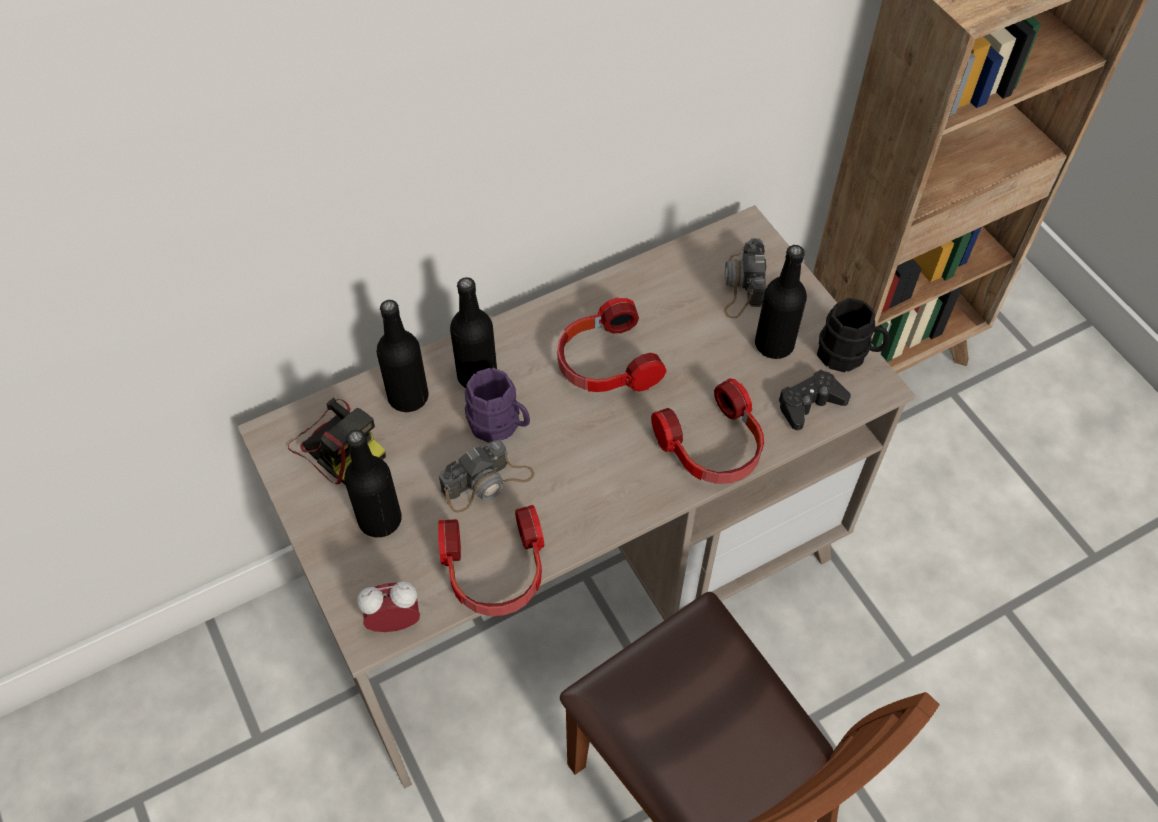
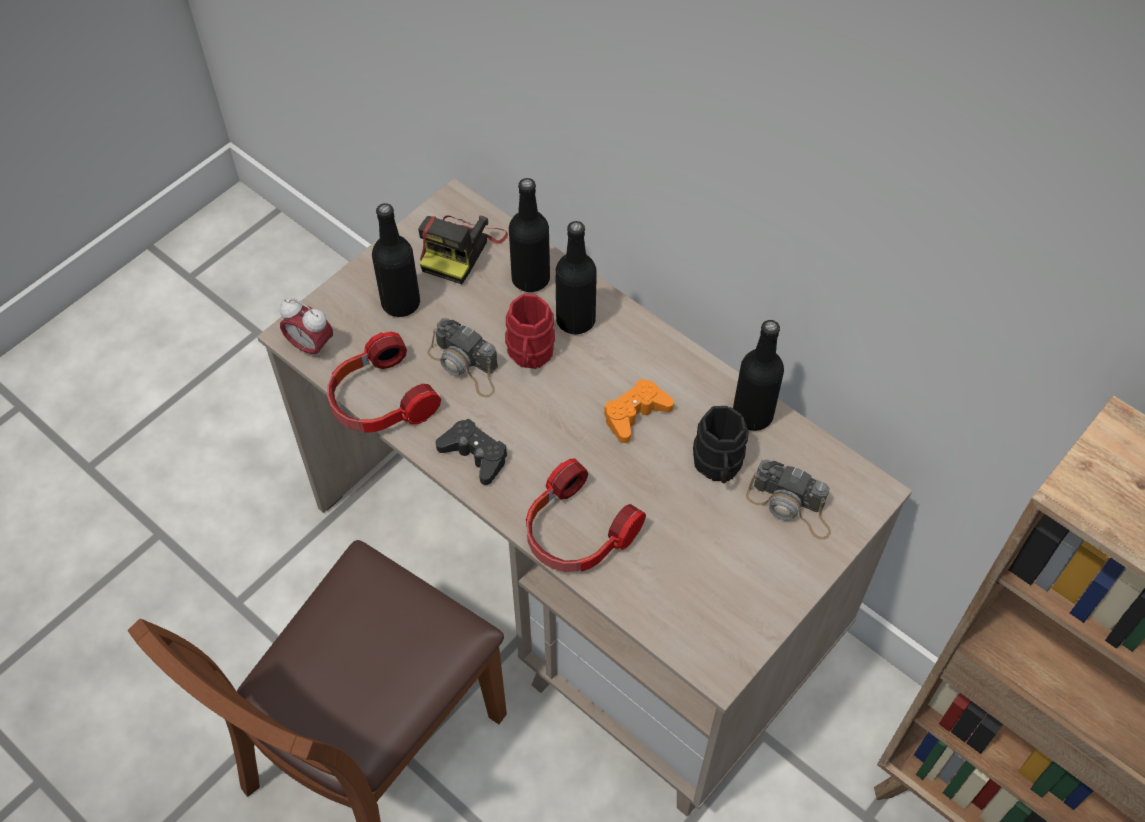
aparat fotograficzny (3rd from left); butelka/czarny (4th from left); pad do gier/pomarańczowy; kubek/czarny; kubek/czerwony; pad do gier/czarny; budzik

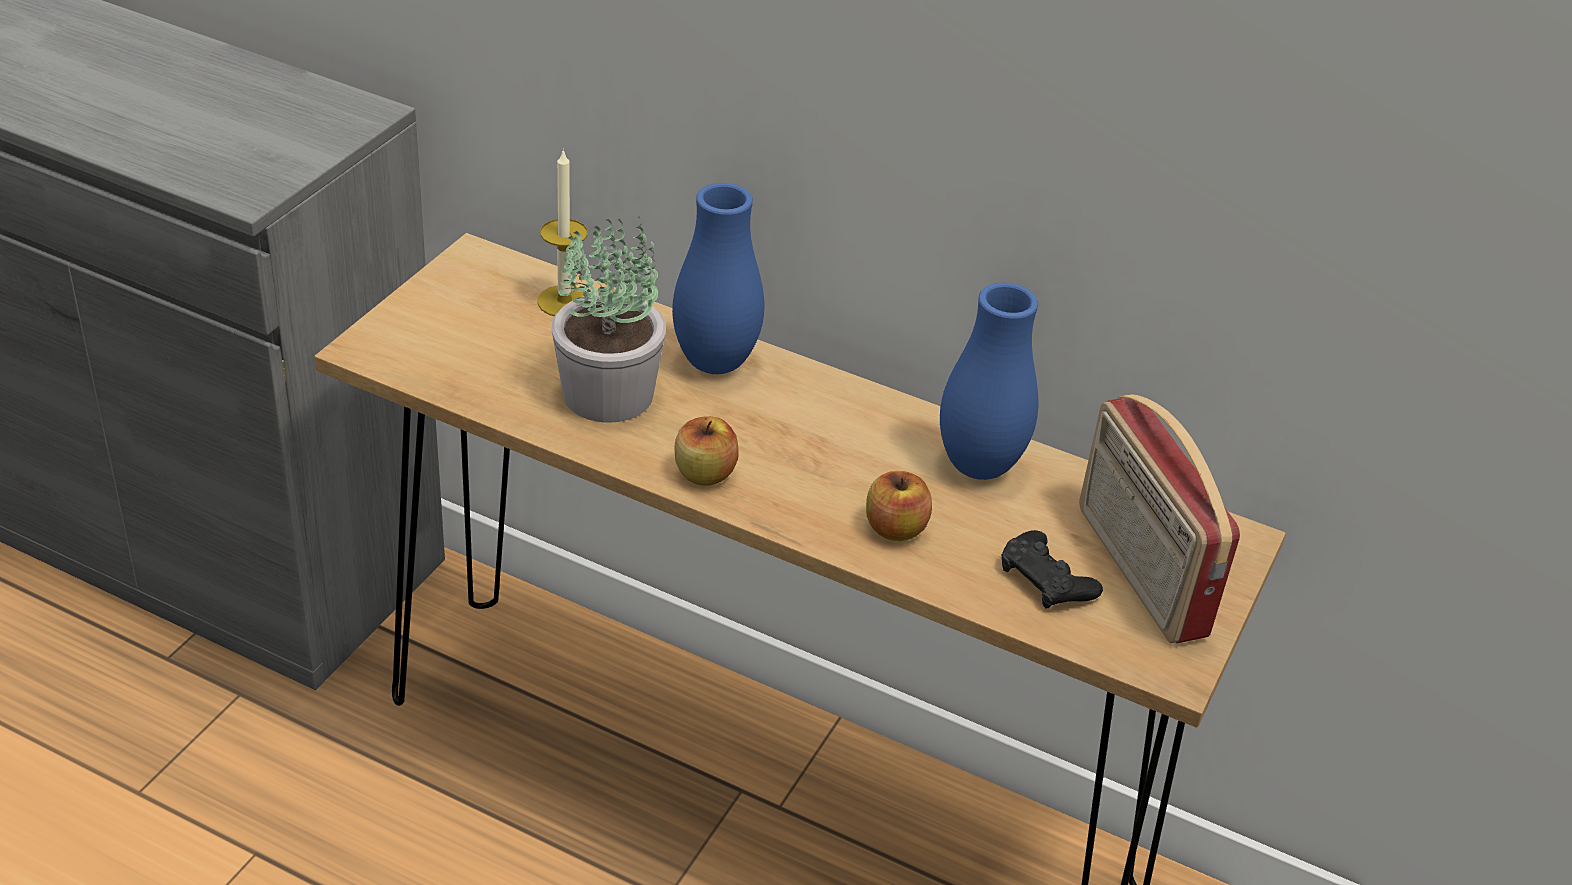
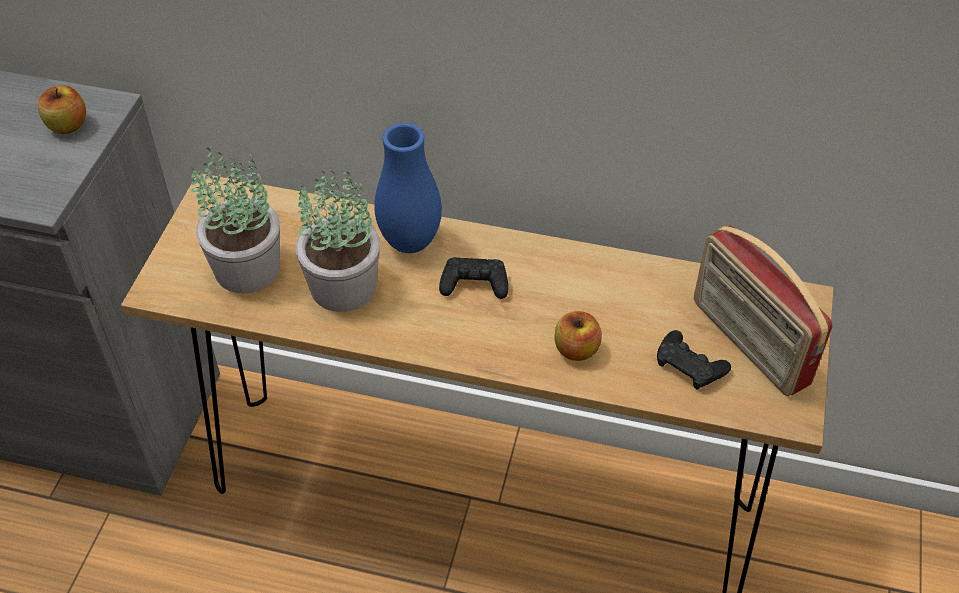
świeca; wazon/niebieski (2nd from left in the first image); jabłko (1st from left); roślina doniczkowa (1st from left); pad do gier/czarny (1st from left)

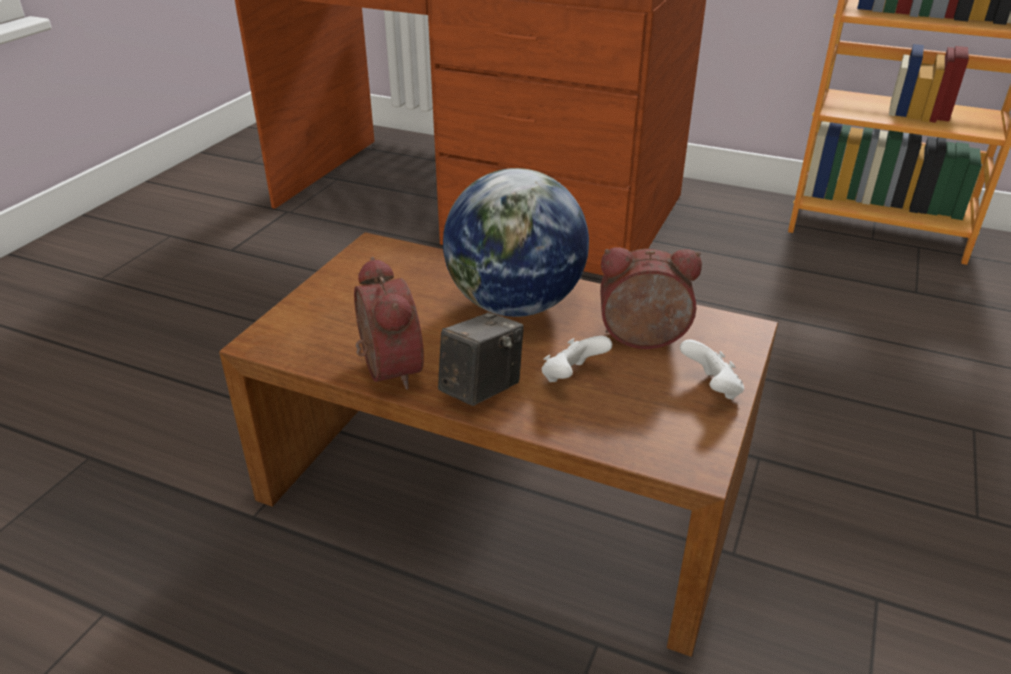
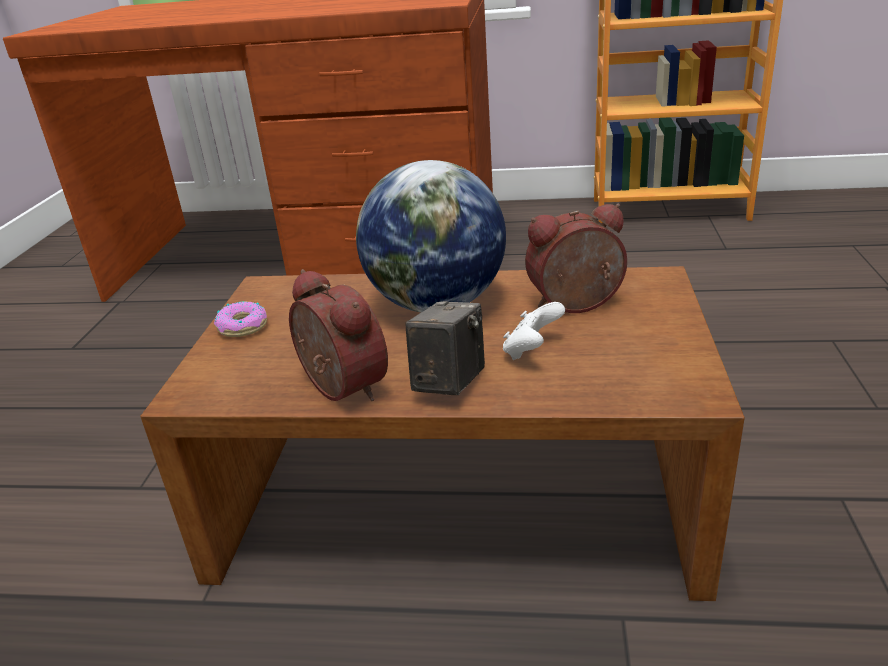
pad do gier/biały (2nd from left in the first image); donut

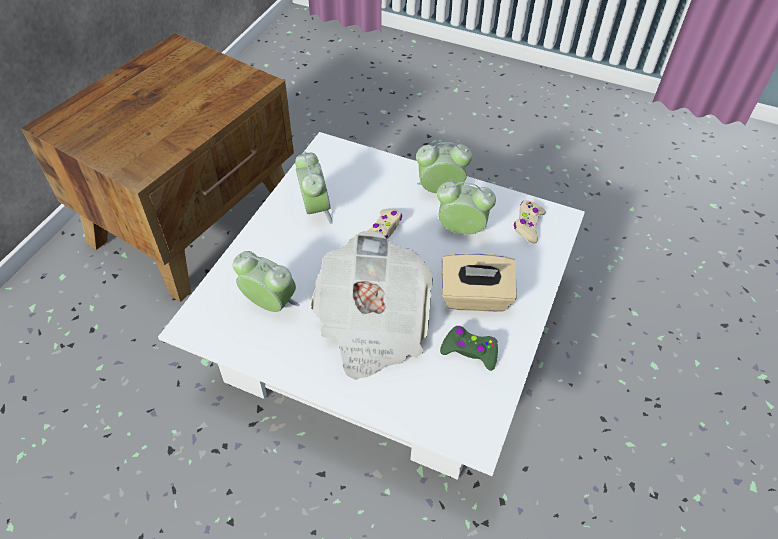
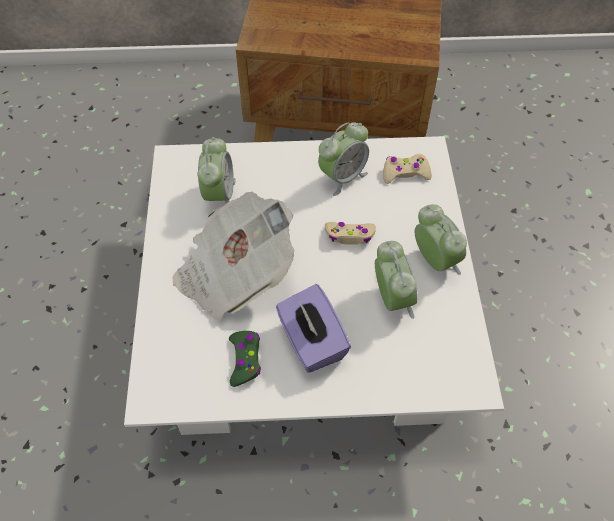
pad do gier/beżowy (2nd from left); pudełko chusteczek/fioletowy

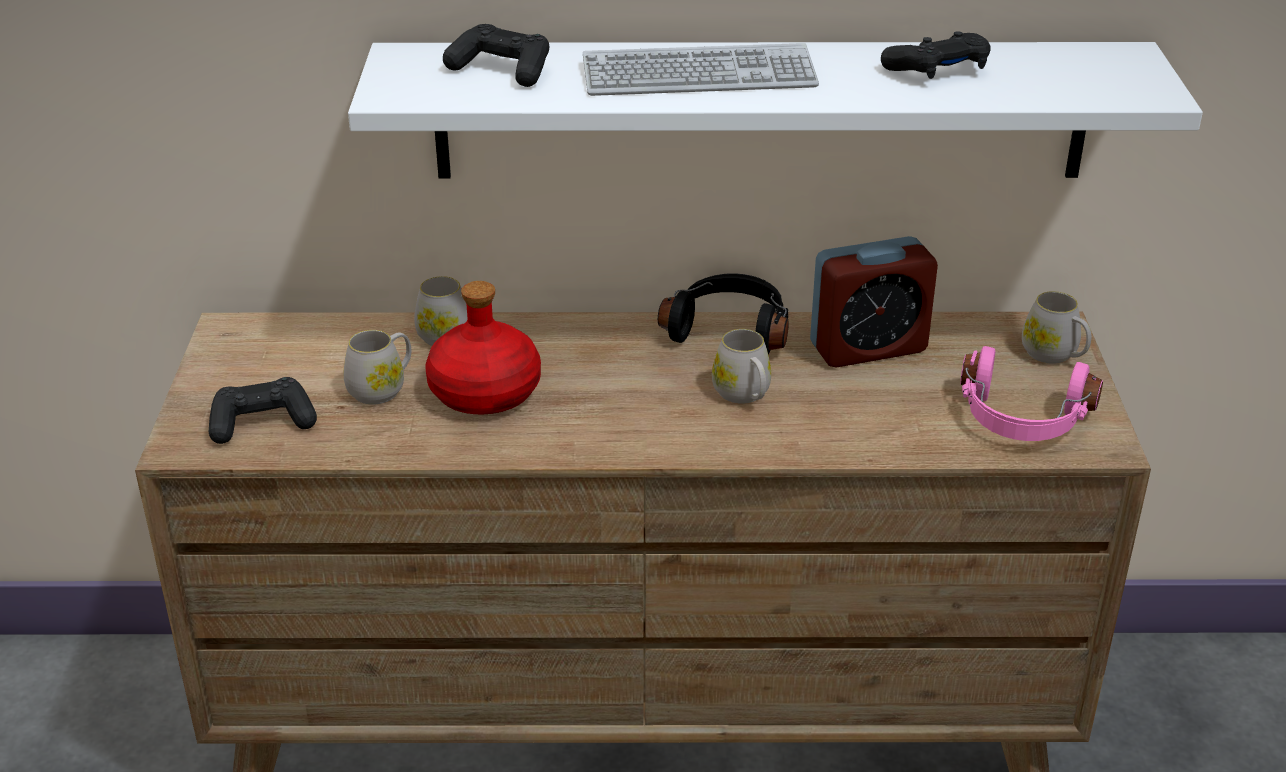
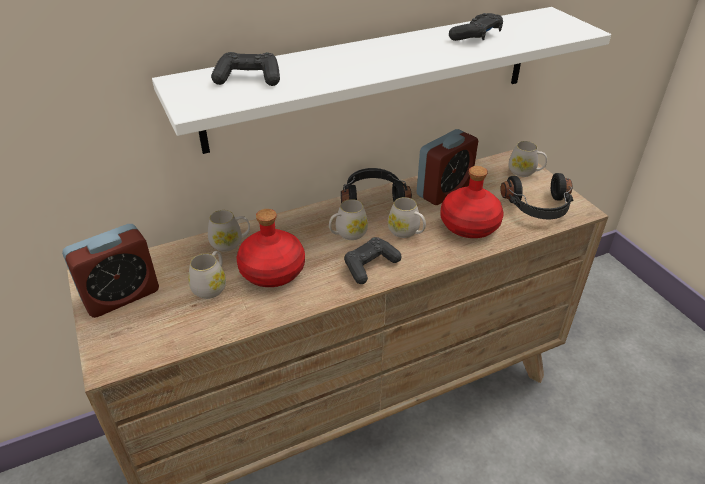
klawiatura; słuchawki/czarny (2nd from left); pad do gier/czarny (2nd from left); butelka/czerwony (2nd from left); kubek/biały (3rd from left); budzik (1st from left)

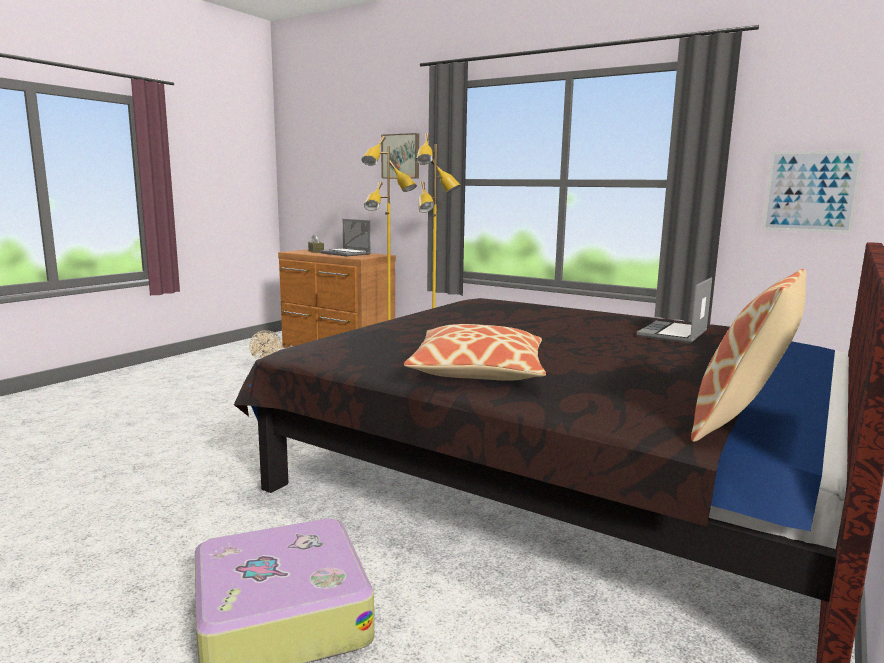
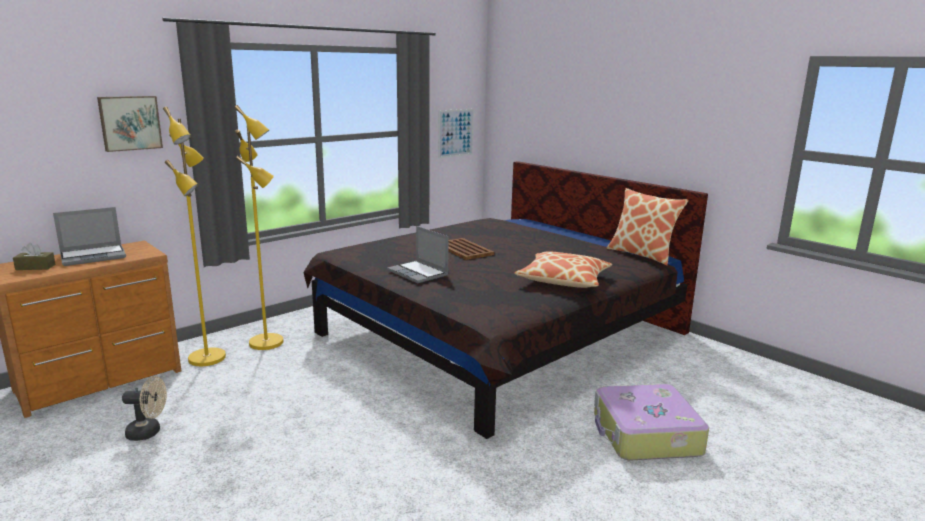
laptop (2nd from left); taca/brązowy

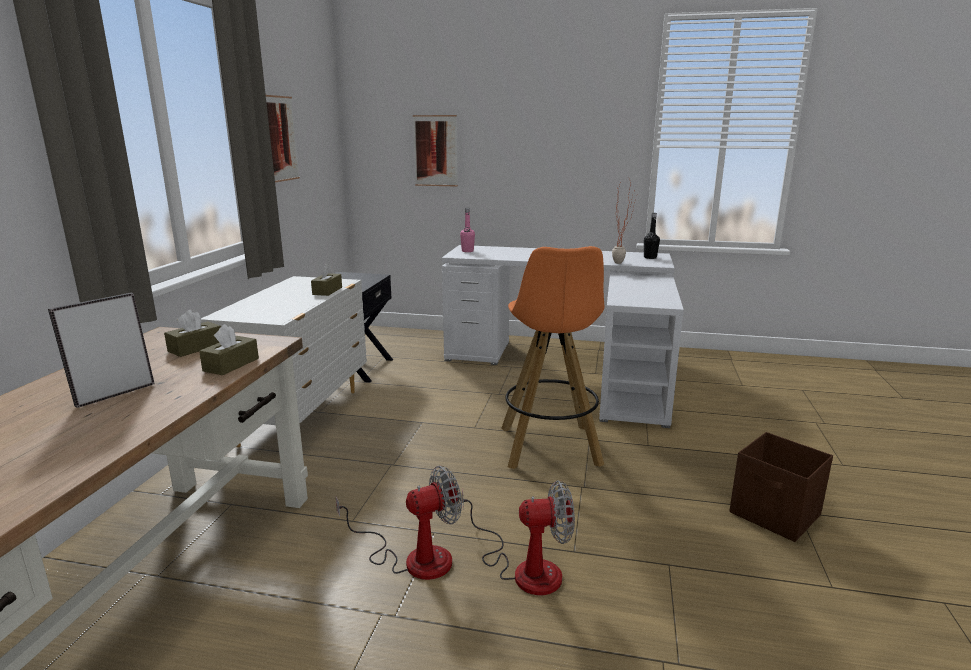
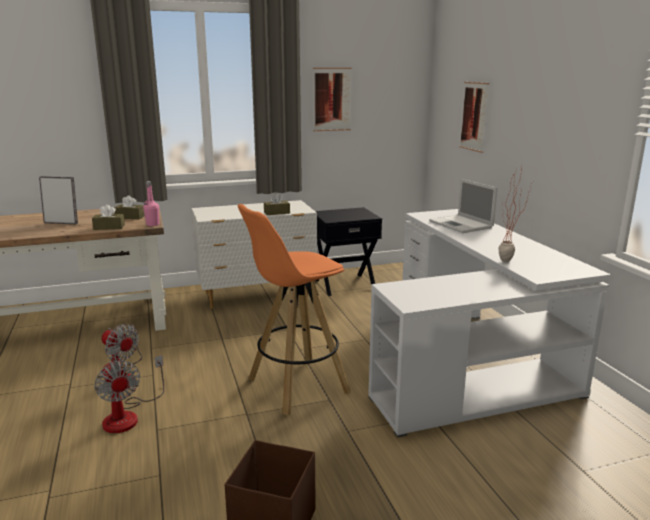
butelka/różowy; butelka/czarny; laptop

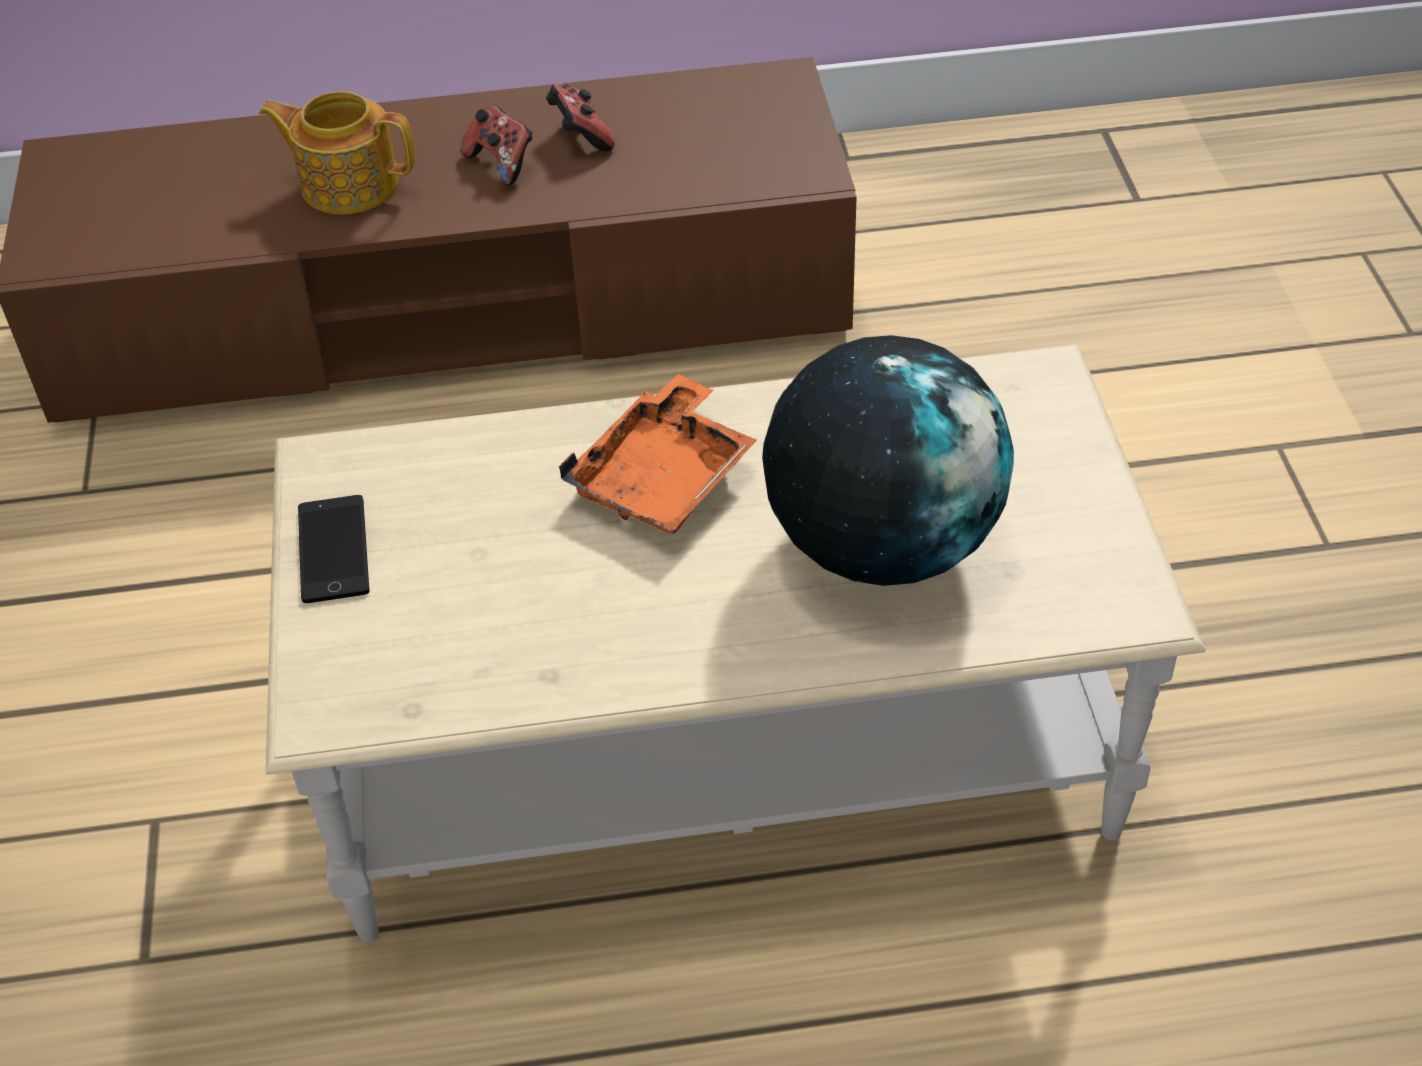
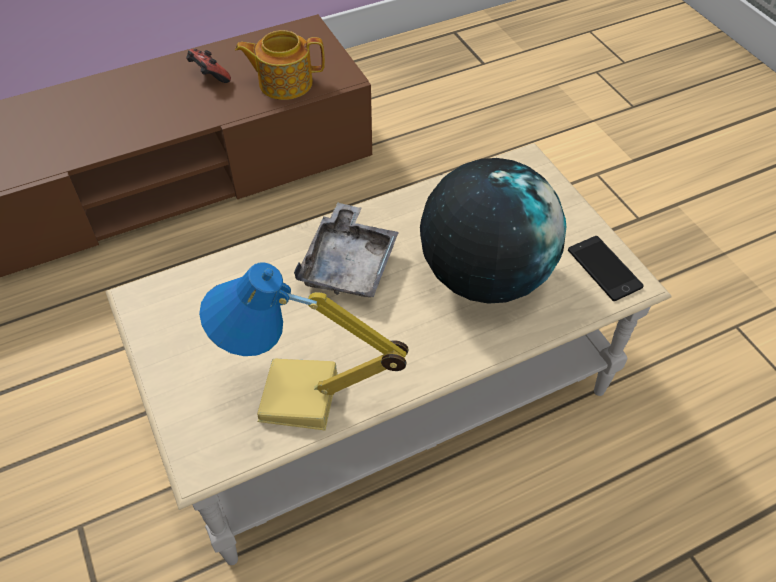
imbryk; pad do gier (1st from left in the first image); taca/szary; telefon; lampa stołowa

